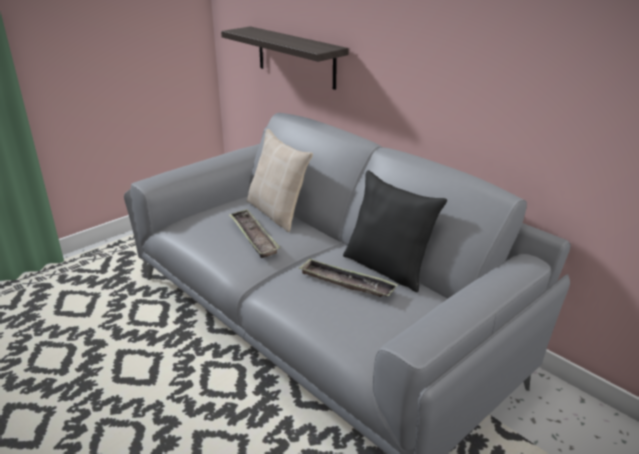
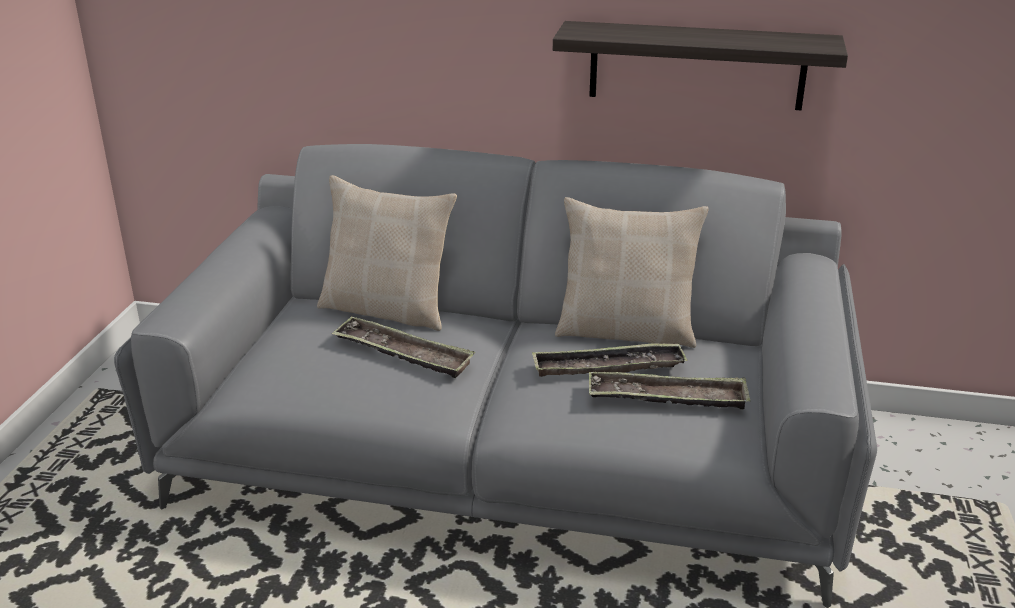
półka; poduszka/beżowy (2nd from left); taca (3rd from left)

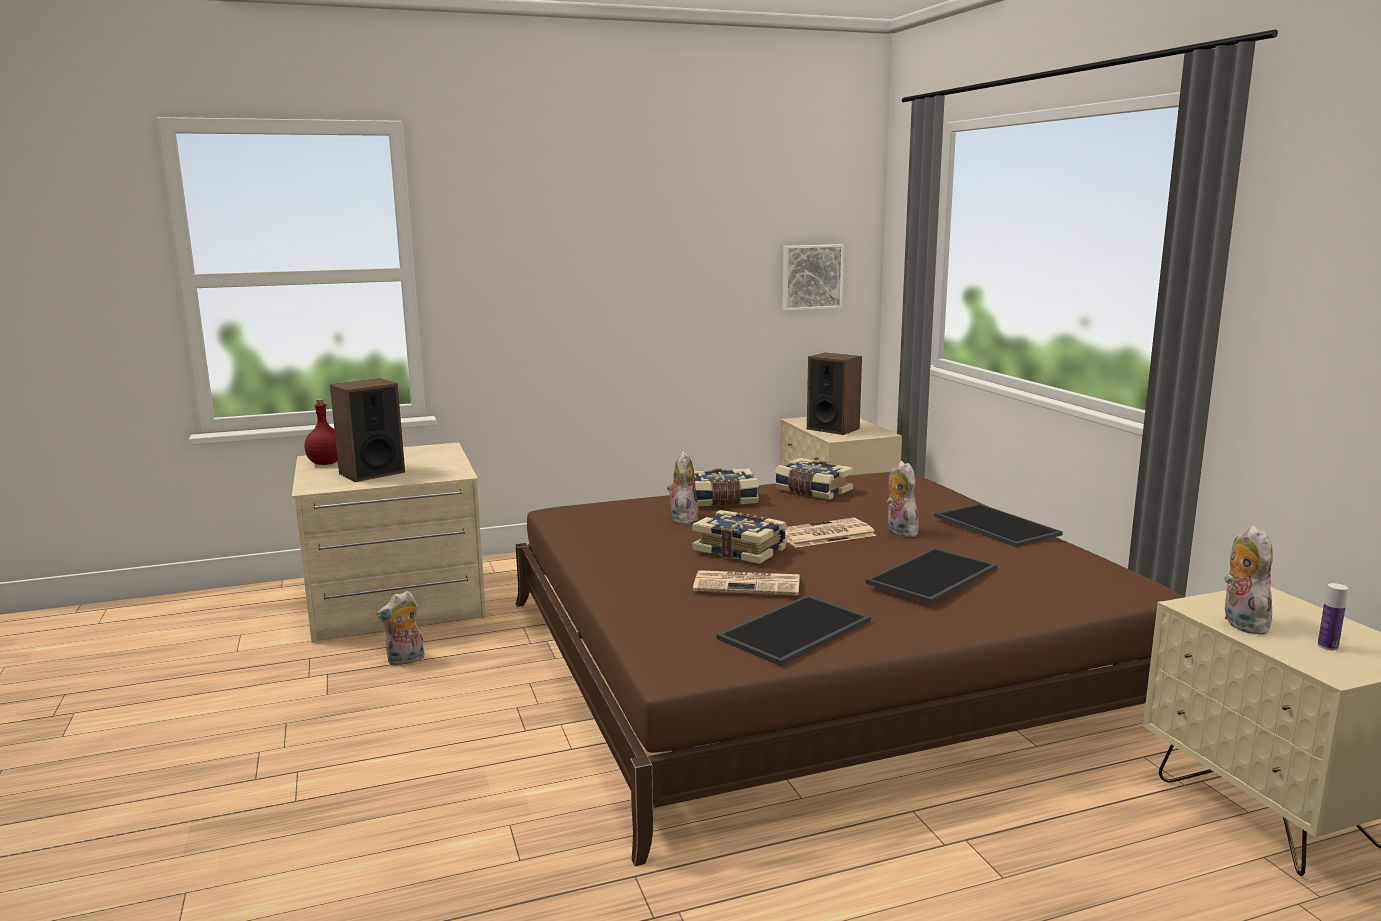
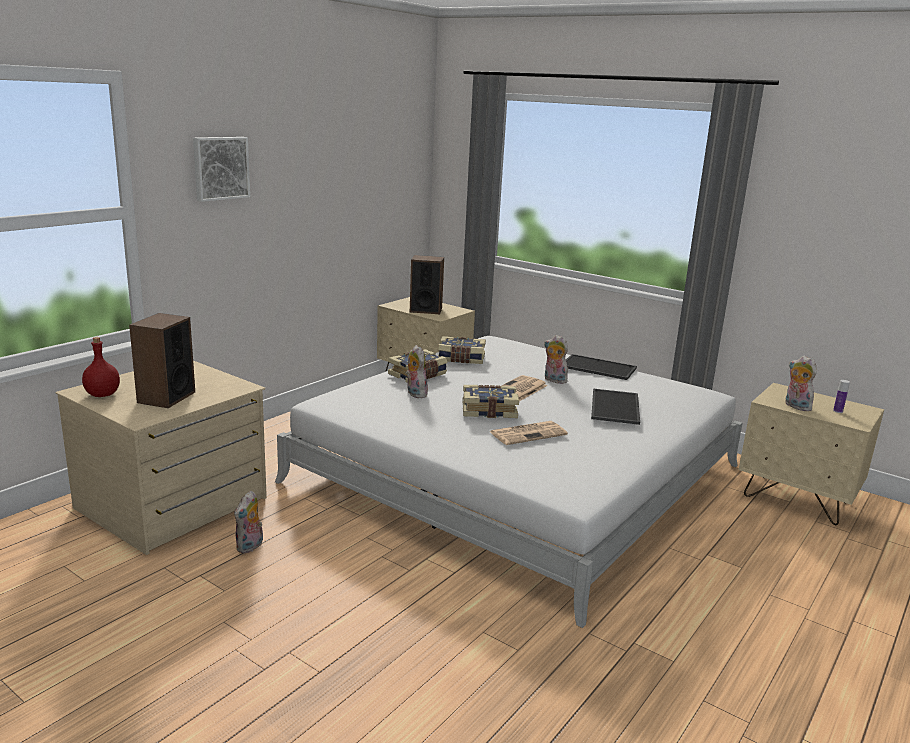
obraz; łóżko/biały; taca (1st from left in the first image)

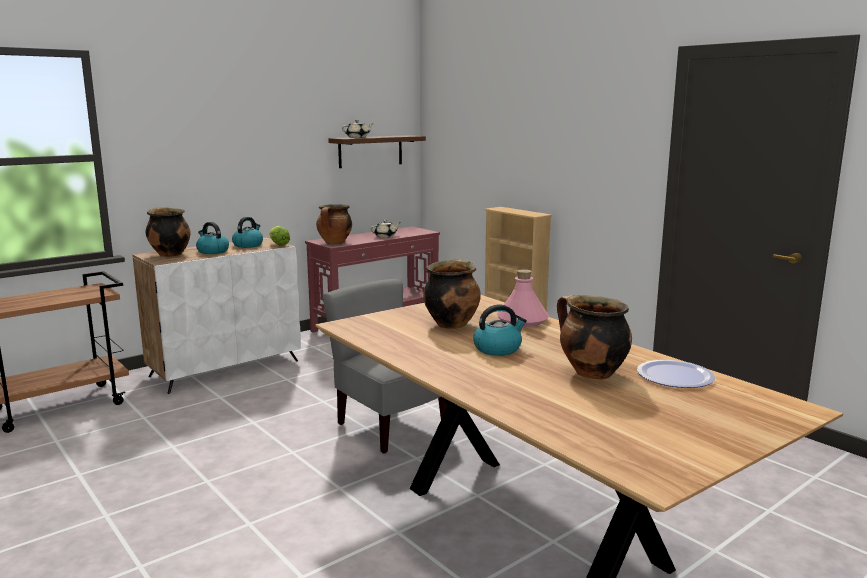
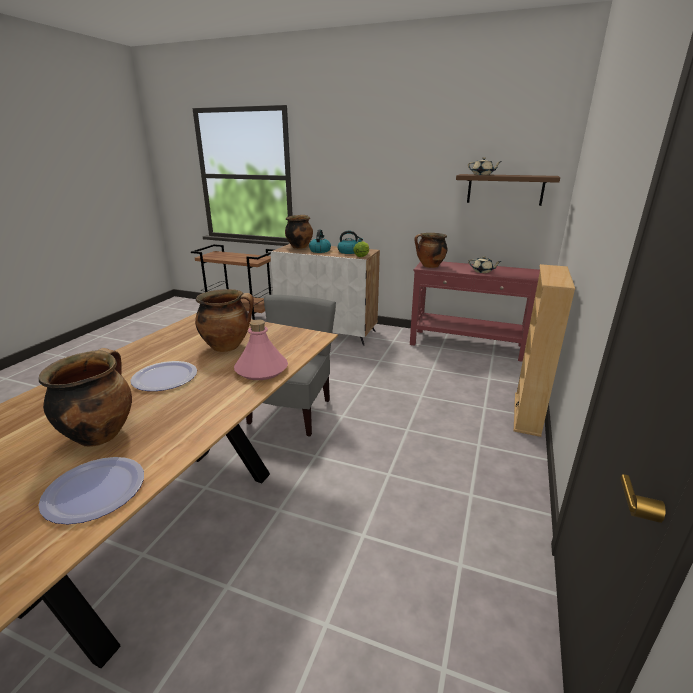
talerz (2nd from left)

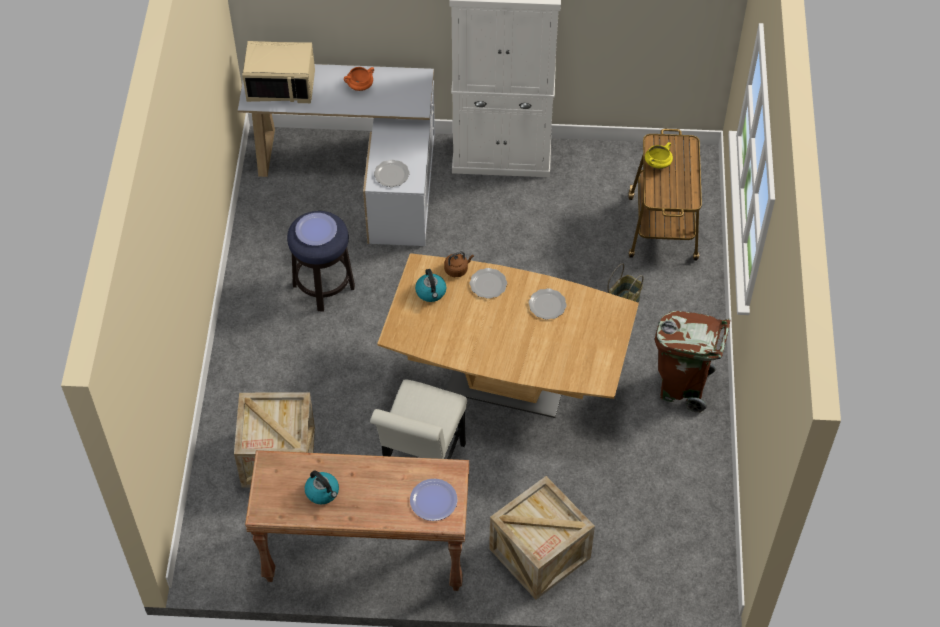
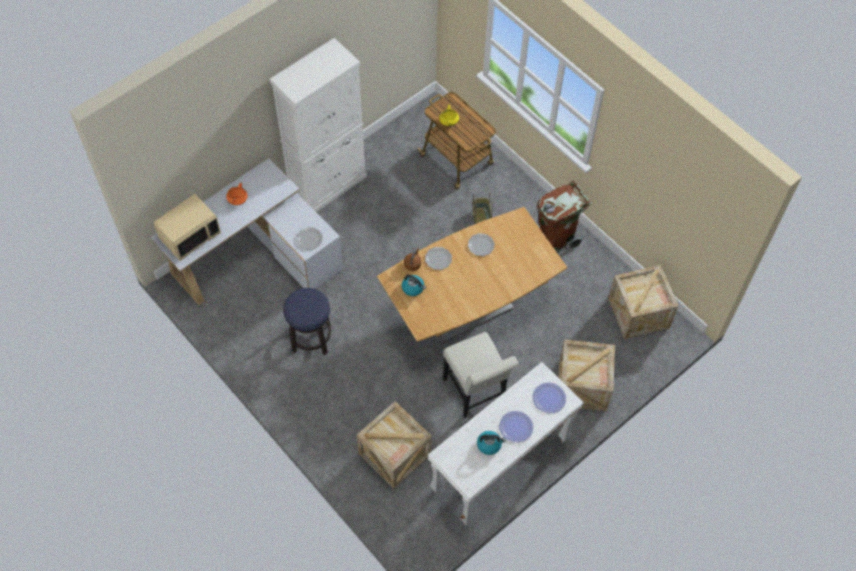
talerz (4th from left); stolik konsolowy/biały; skrzynka (3rd from left)

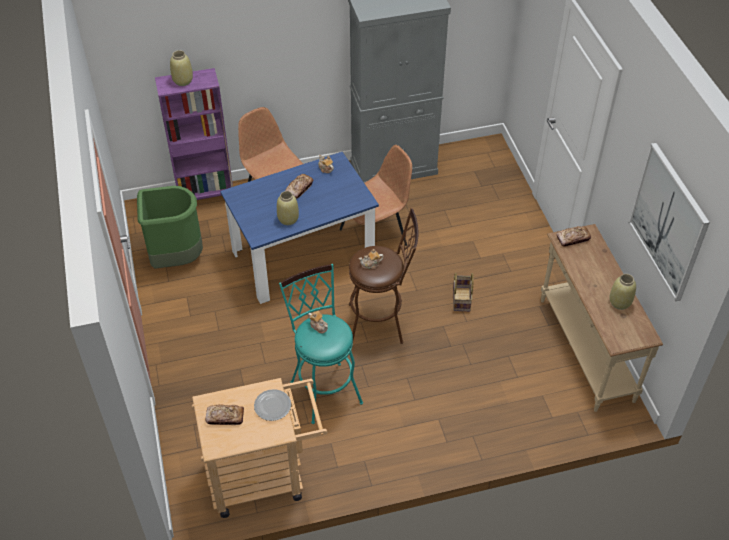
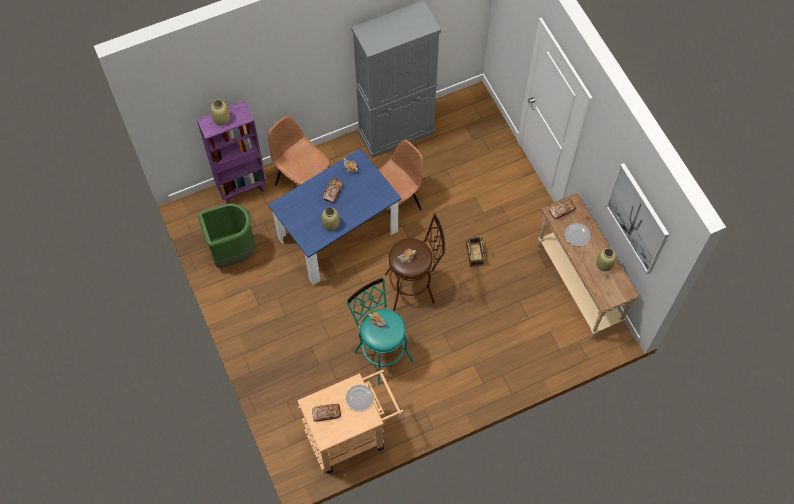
talerz (2nd from left)

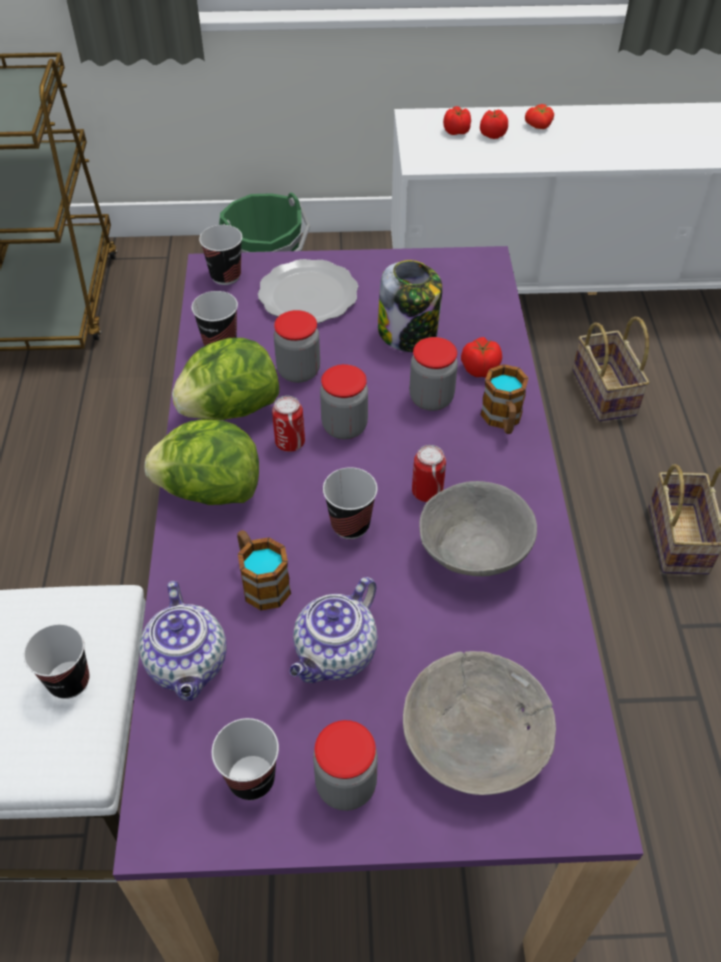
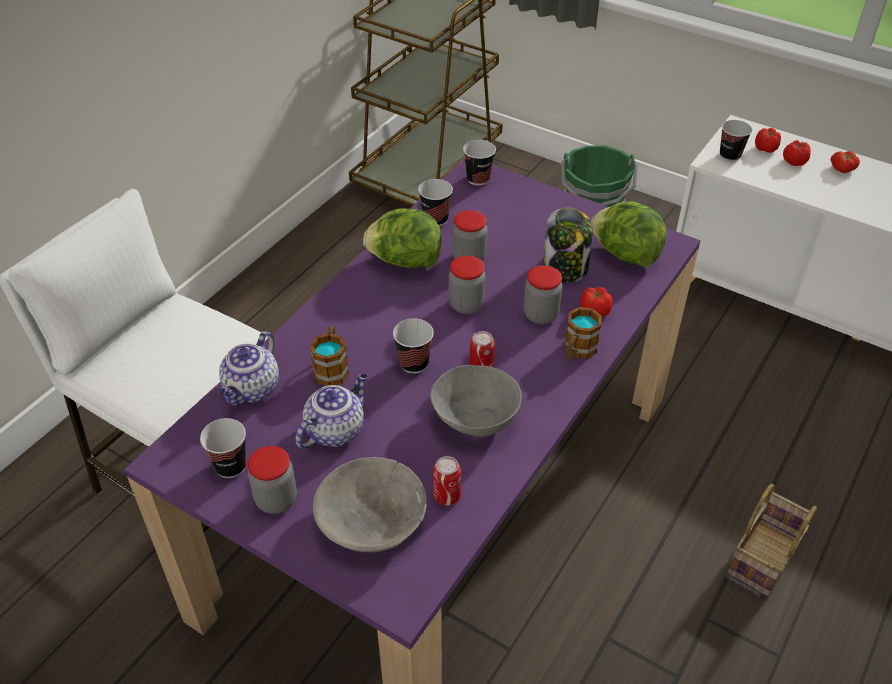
talerz; koszyk (1st from left in the first image); puszka (1st from left); sałata (2nd from left); imbryk (2nd from left); filiżanka (5th from left)

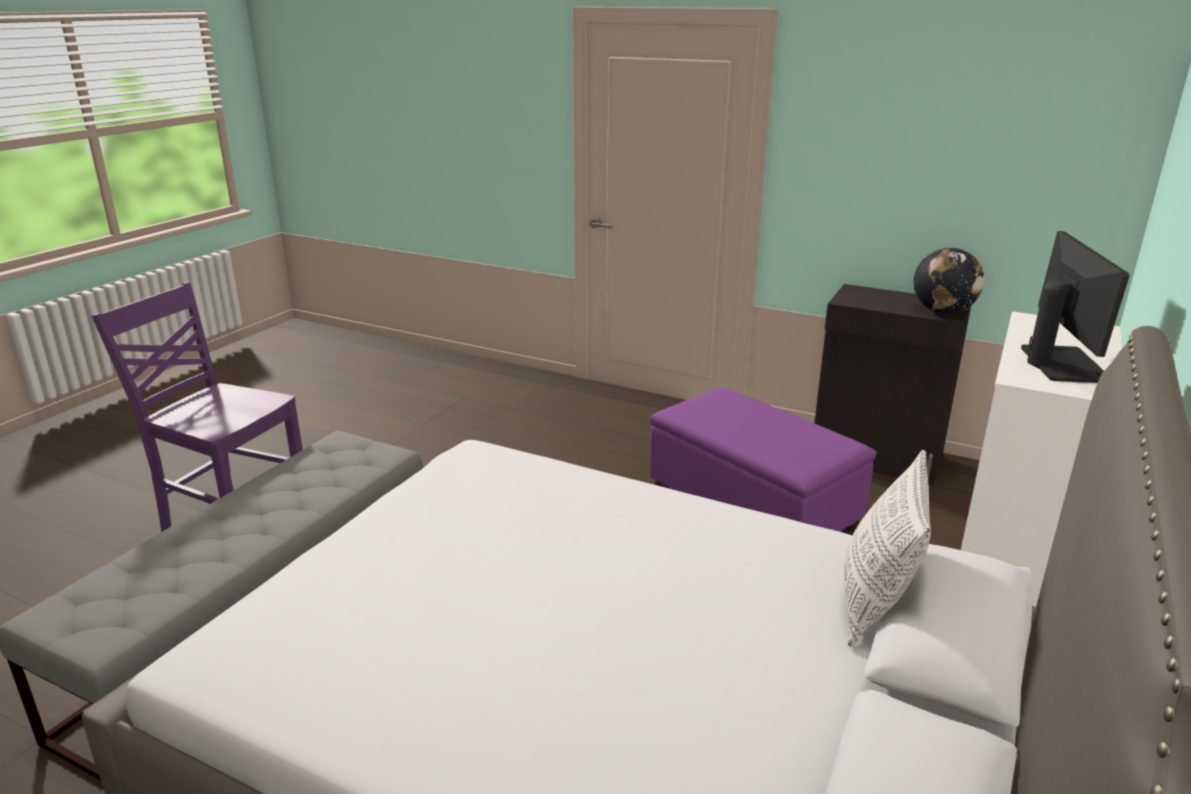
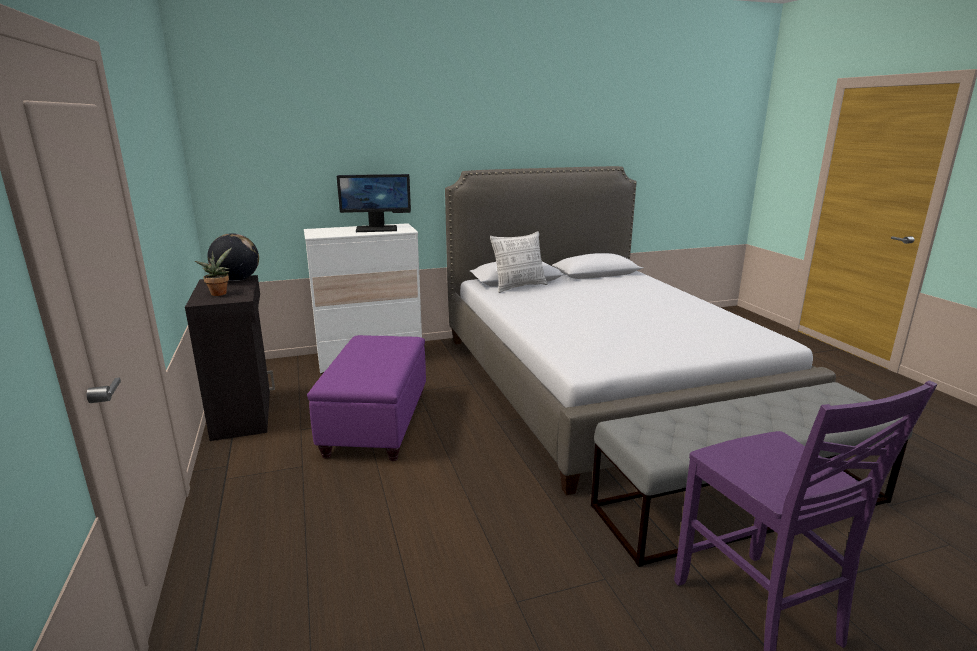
monitor; roślina doniczkowa

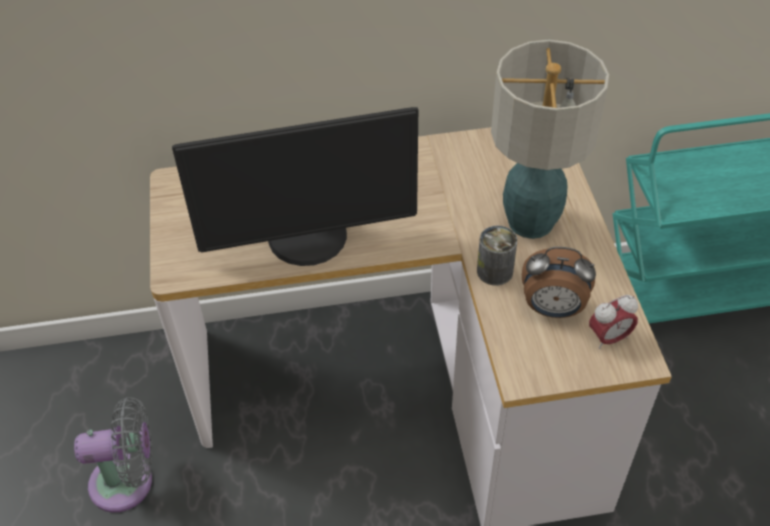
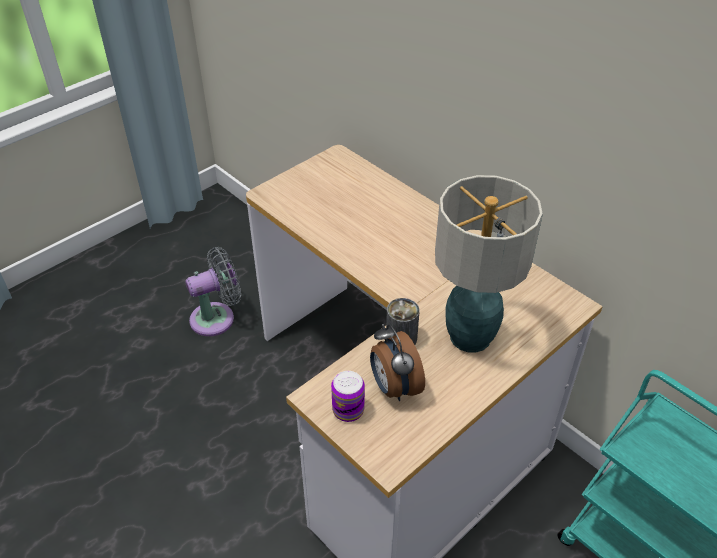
monitor; budzik (2nd from left in the first image); wentylator/szary; puszka (1st from left)

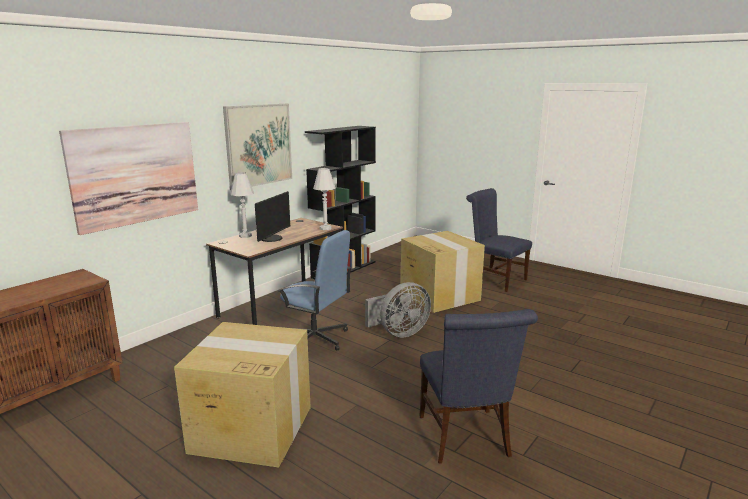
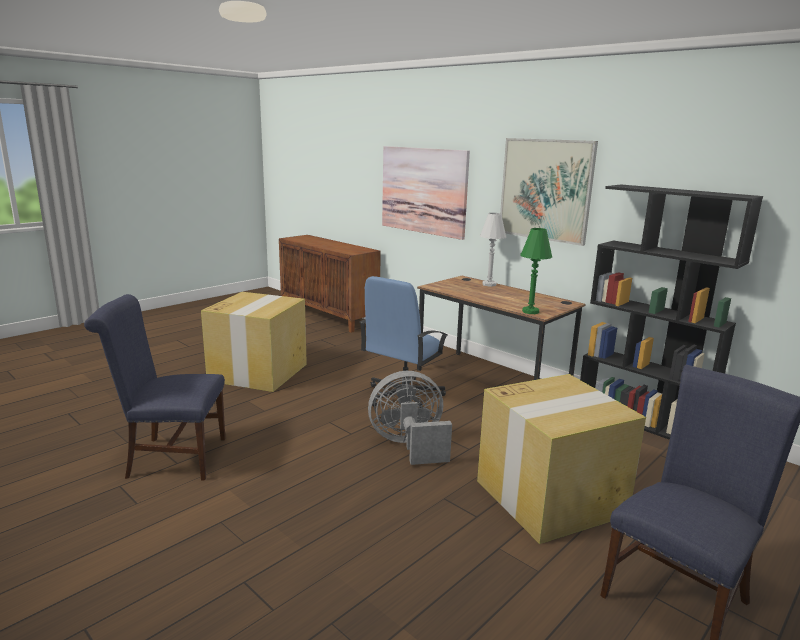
lampa stołowa/zielony; monitor; wentylator/szary

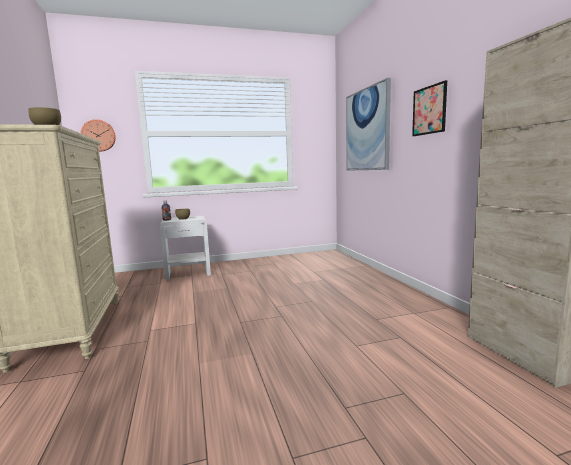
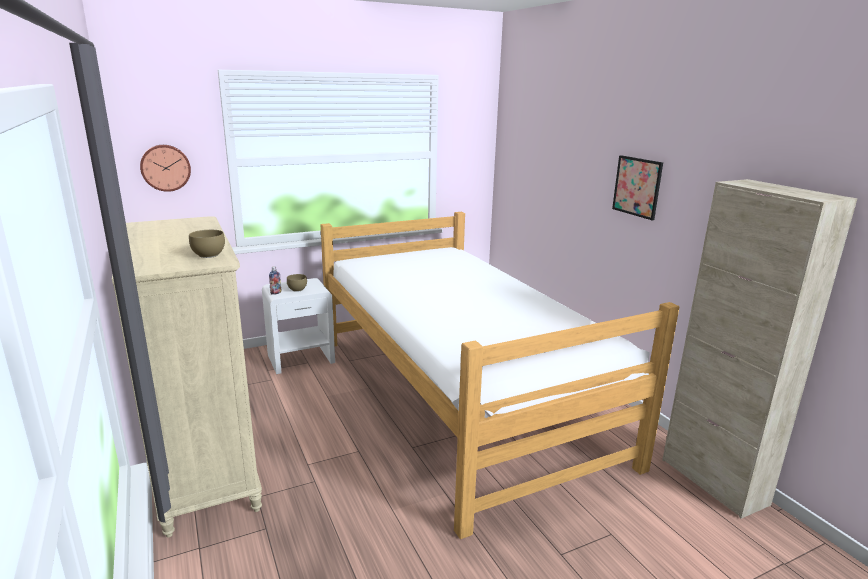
obraz (1st from left in the first image); łóżko

